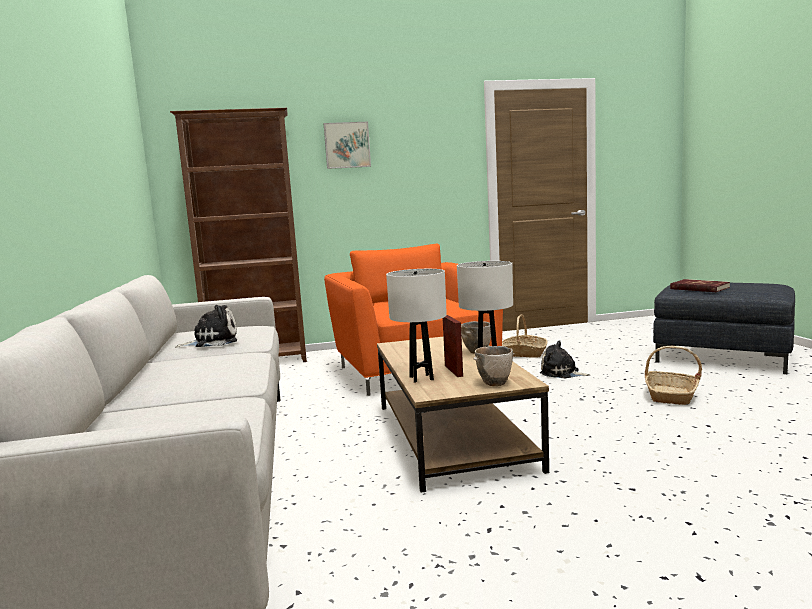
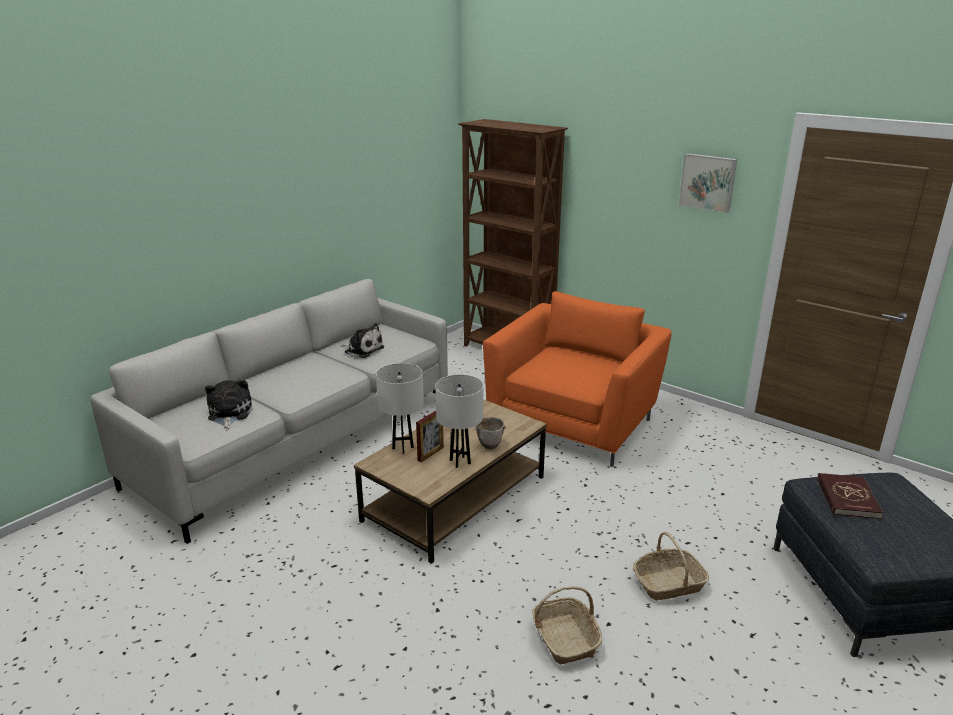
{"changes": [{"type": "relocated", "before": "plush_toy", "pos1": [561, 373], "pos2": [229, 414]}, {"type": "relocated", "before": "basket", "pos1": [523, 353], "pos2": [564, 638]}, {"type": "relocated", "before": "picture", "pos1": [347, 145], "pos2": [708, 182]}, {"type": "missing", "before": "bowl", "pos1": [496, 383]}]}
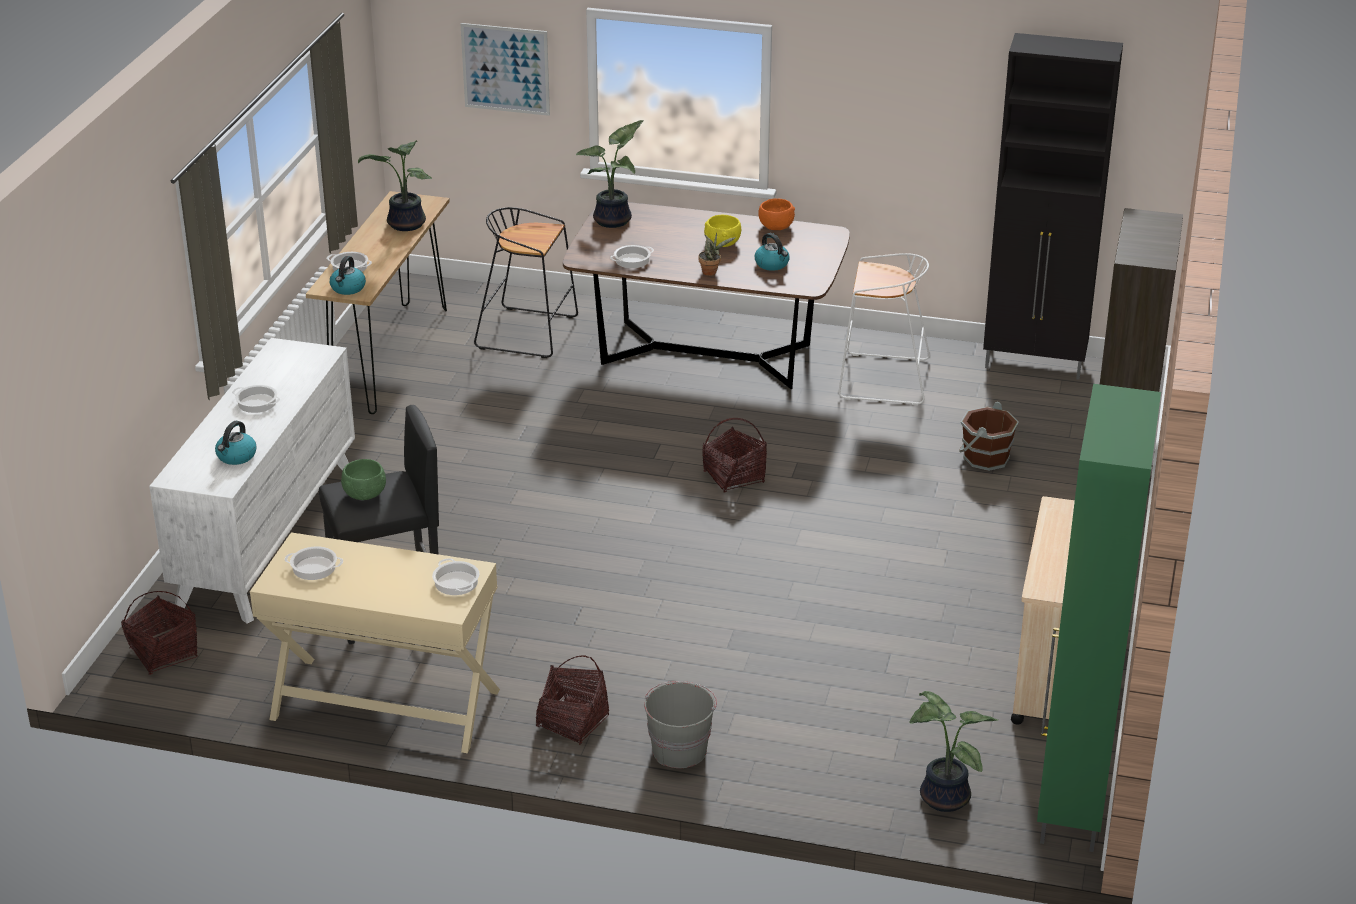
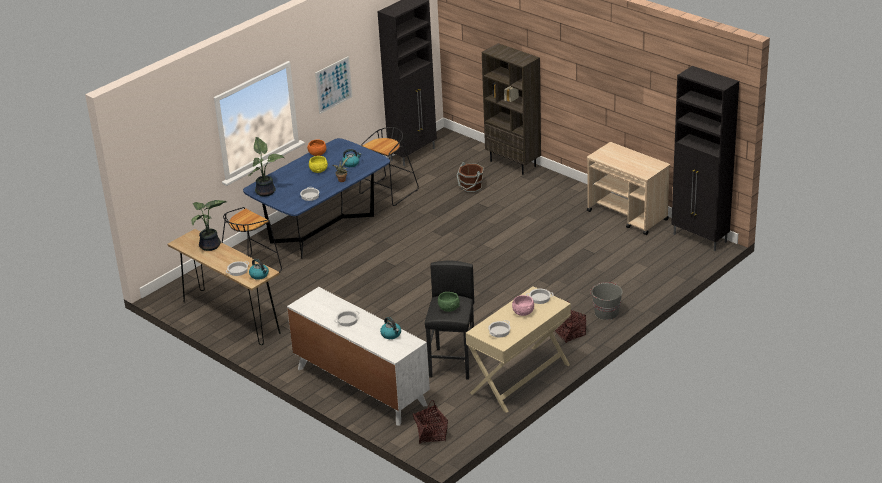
{"changes": [{"type": "colour", "before": "brown_dining_table", "after": "blue_dining_table", "pos1": [706, 355], "pos2": [323, 229]}, {"type": "relocated", "before": "picture", "pos1": [505, 69], "pos2": [333, 85]}, {"type": "colour", "before": "white_stool", "after": "black_stool", "pos1": [881, 380], "pos2": [388, 192]}, {"type": "appeared", "after": "pink_bowl", "pos2": [523, 312]}, {"type": "colour", "before": "green_cabinet", "after": "black_cabinet", "pos1": [1071, 807], "pos2": [700, 238]}, {"type": "missing", "before": "basket", "pos1": [734, 477]}, {"type": "missing", "before": "potted_plant", "pos1": [941, 797]}]}
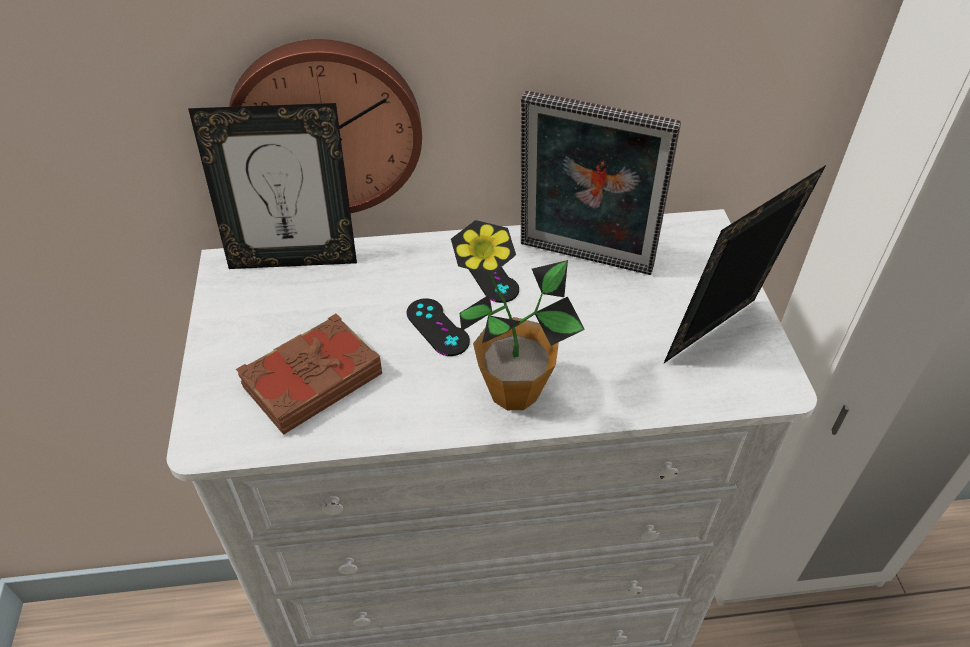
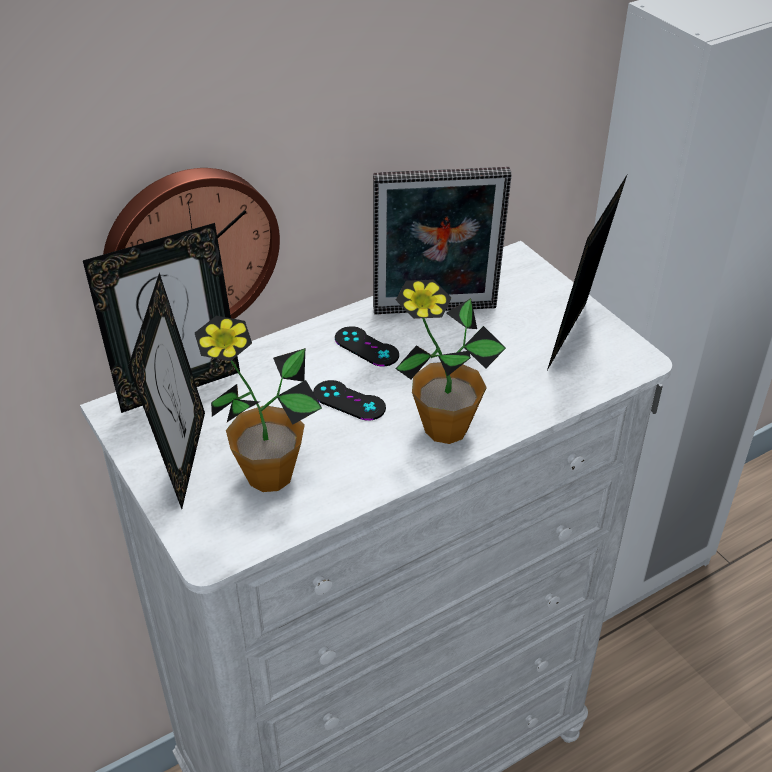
{"changes": [{"type": "appeared", "after": "picture_frame", "pos2": [182, 458]}, {"type": "exchanged", "before": "brown_book", "after": "potted_plant", "pos1": [311, 379], "pos2": [269, 475]}]}
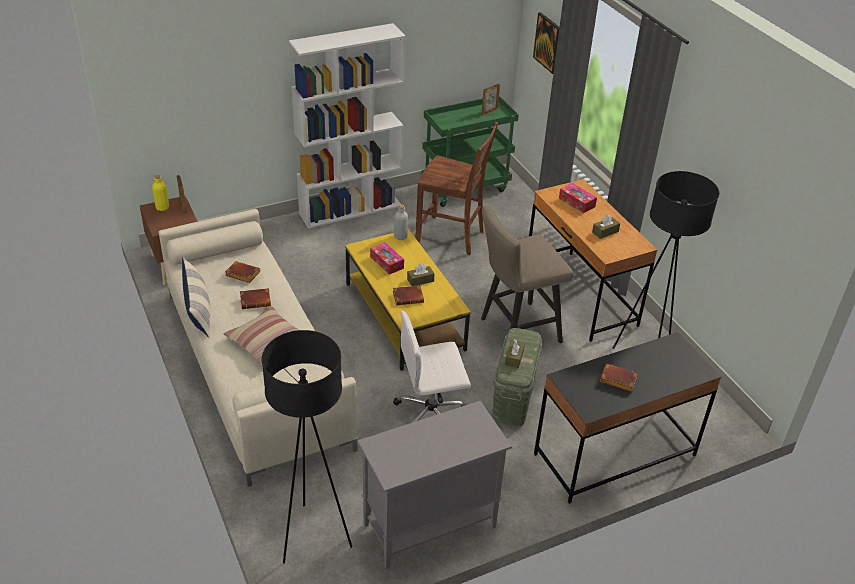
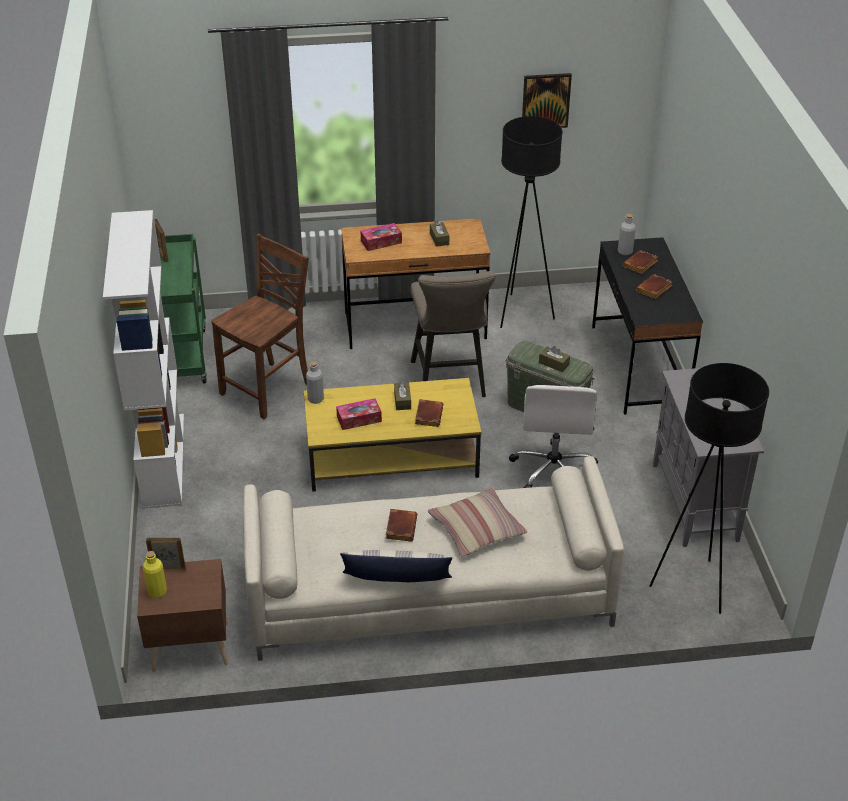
{"changes": [{"type": "relocated", "before": "picture", "pos1": [548, 42], "pos2": [545, 101]}, {"type": "appeared", "after": "grey_bottle", "pos2": [625, 252]}, {"type": "relocated", "before": "brown_book", "pos1": [241, 274], "pos2": [640, 265]}]}
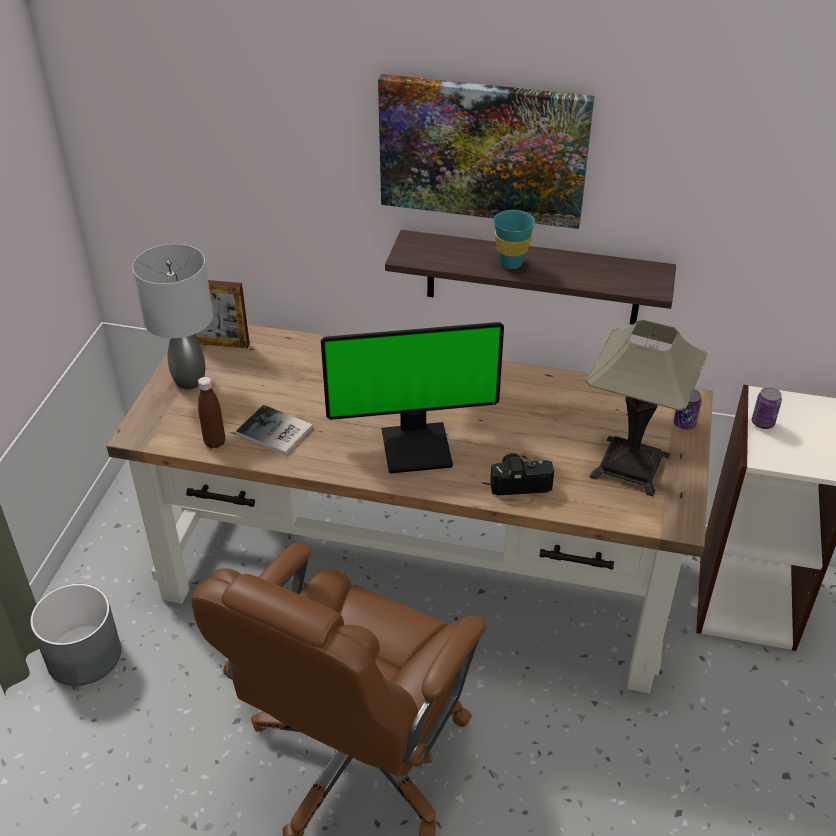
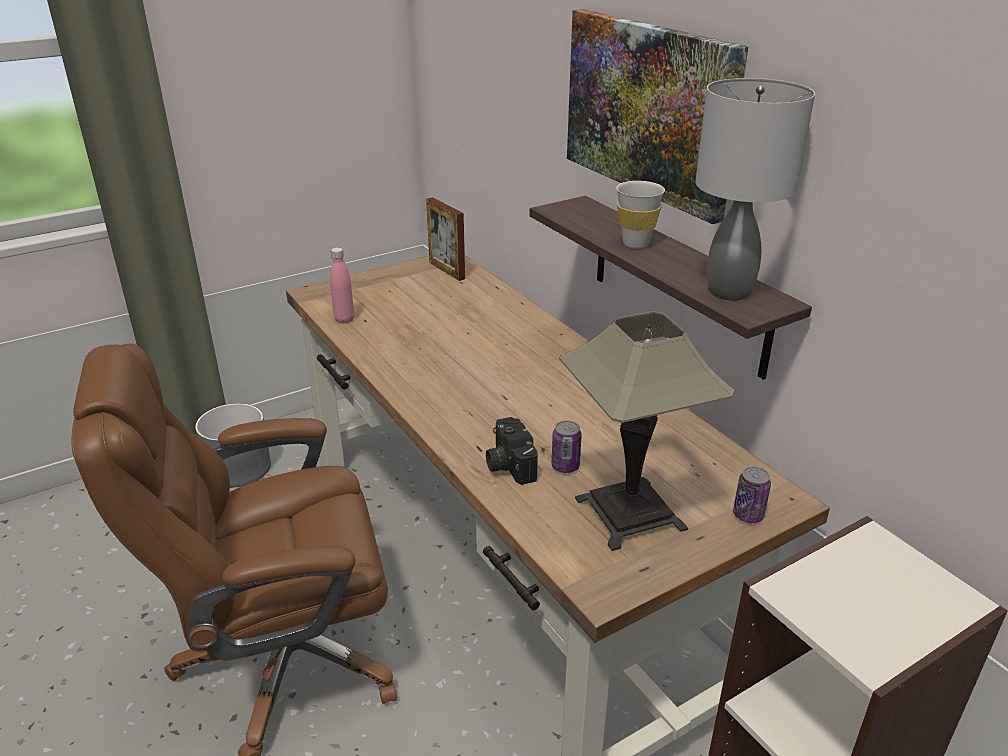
{"changes": [{"type": "colour", "before": "brown_bottle", "after": "pink_bottle", "pos1": [215, 442], "pos2": [344, 319]}, {"type": "spun", "before": "photo_camera", "pos1": [520, 481], "pos2": [507, 463], "turn": -150}, {"type": "relocated", "before": "can", "pos1": [762, 423], "pos2": [565, 466]}, {"type": "colour", "before": "turquoise_cup", "after": "white_cup", "pos1": [511, 263], "pos2": [635, 244]}, {"type": "relocated", "before": "grey_table_lamp", "pos1": [188, 380], "pos2": [728, 291]}, {"type": "missing", "before": "book", "pos1": [275, 432]}, {"type": "missing", "before": "monitor", "pos1": [417, 446]}]}
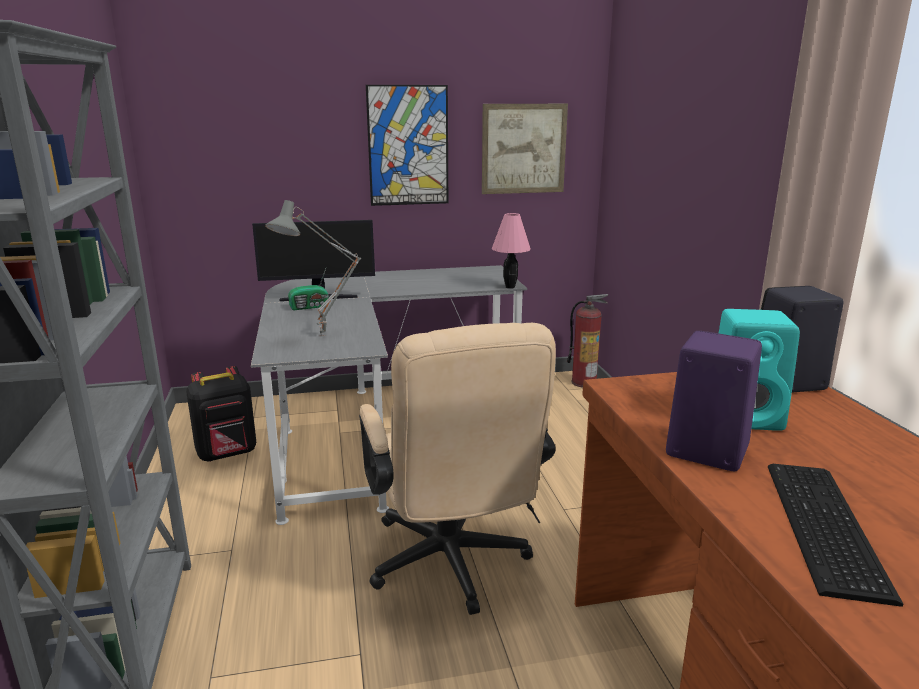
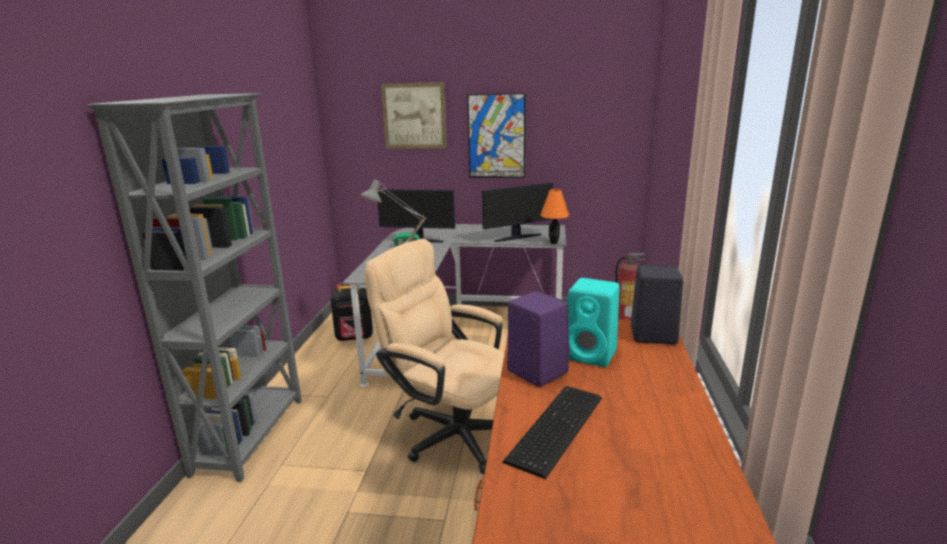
{"changes": [{"type": "spun", "before": "beige_office_chair", "pos1": [451, 567], "pos2": [449, 432], "turn": 120}, {"type": "relocated", "before": "picture", "pos1": [523, 149], "pos2": [414, 116]}, {"type": "appeared", "after": "monitor", "pos2": [517, 237]}, {"type": "colour", "before": "pink_table_lamp", "after": "orange_table_lamp", "pos1": [510, 287], "pos2": [554, 243]}]}
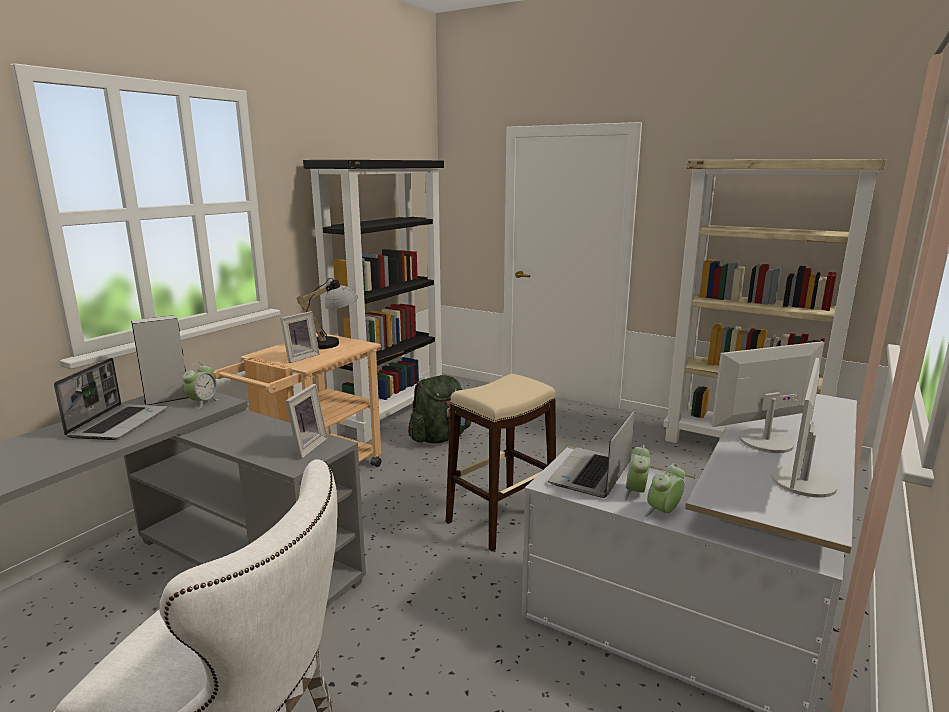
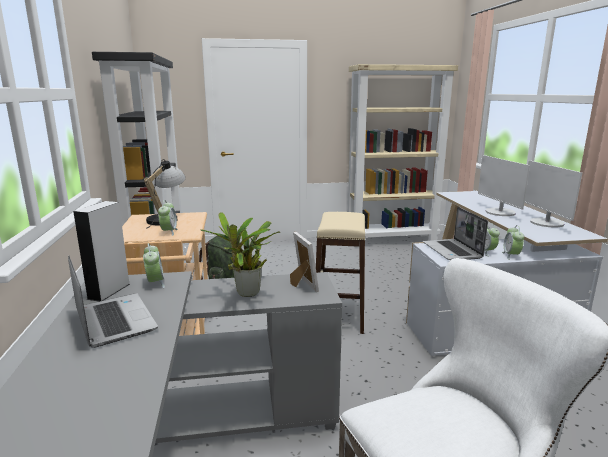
{"changes": [{"type": "exchanged", "before": "picture_frame", "after": "alarm_clock", "pos1": [300, 357], "pos2": [169, 232]}, {"type": "appeared", "after": "potted_plant", "pos2": [246, 294]}, {"type": "spun", "before": "monitor", "pos1": [764, 441], "pos2": [500, 212], "turn": -45}]}
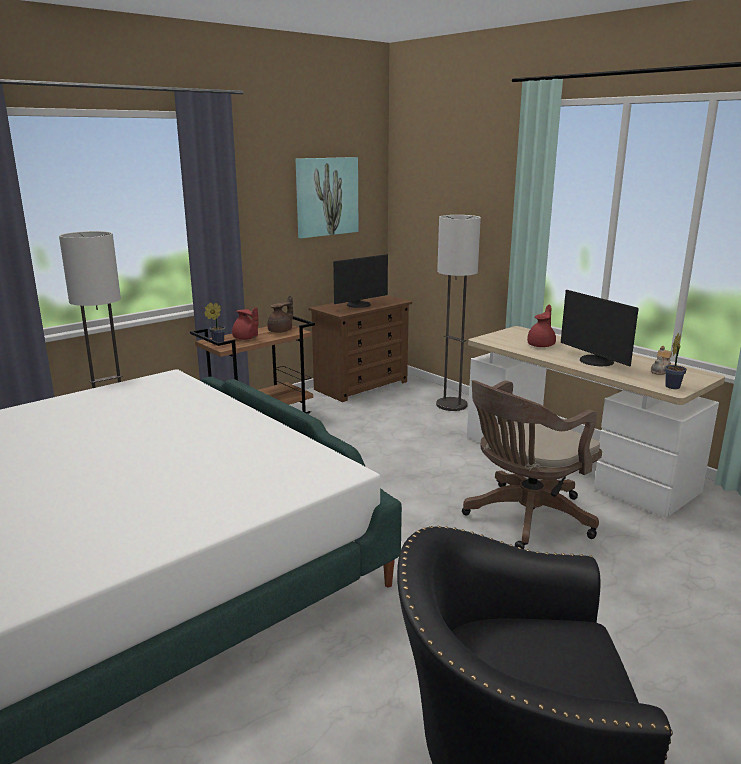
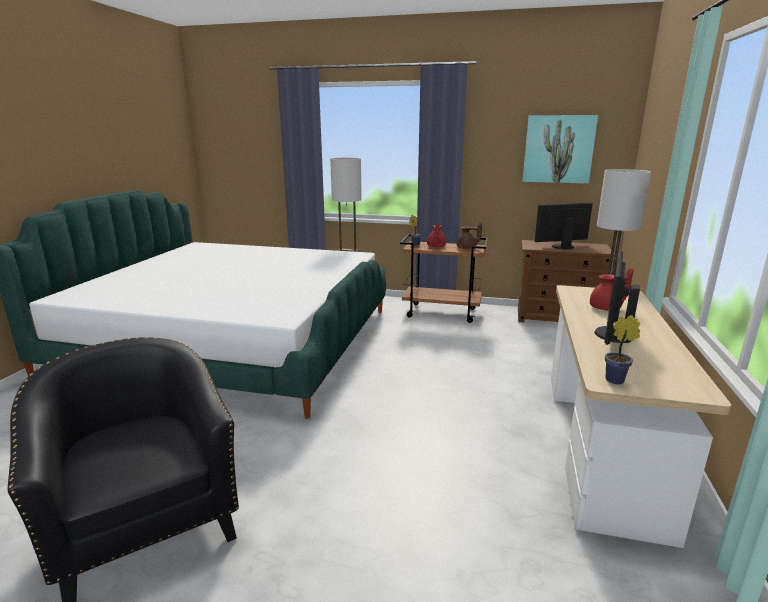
{"changes": [{"type": "spun", "before": "monitor", "pos1": [359, 305], "pos2": [562, 246], "turn": 150}, {"type": "missing", "before": "brown_office_chair", "pos1": [524, 519]}, {"type": "missing", "before": "teapot", "pos1": [660, 371]}]}
